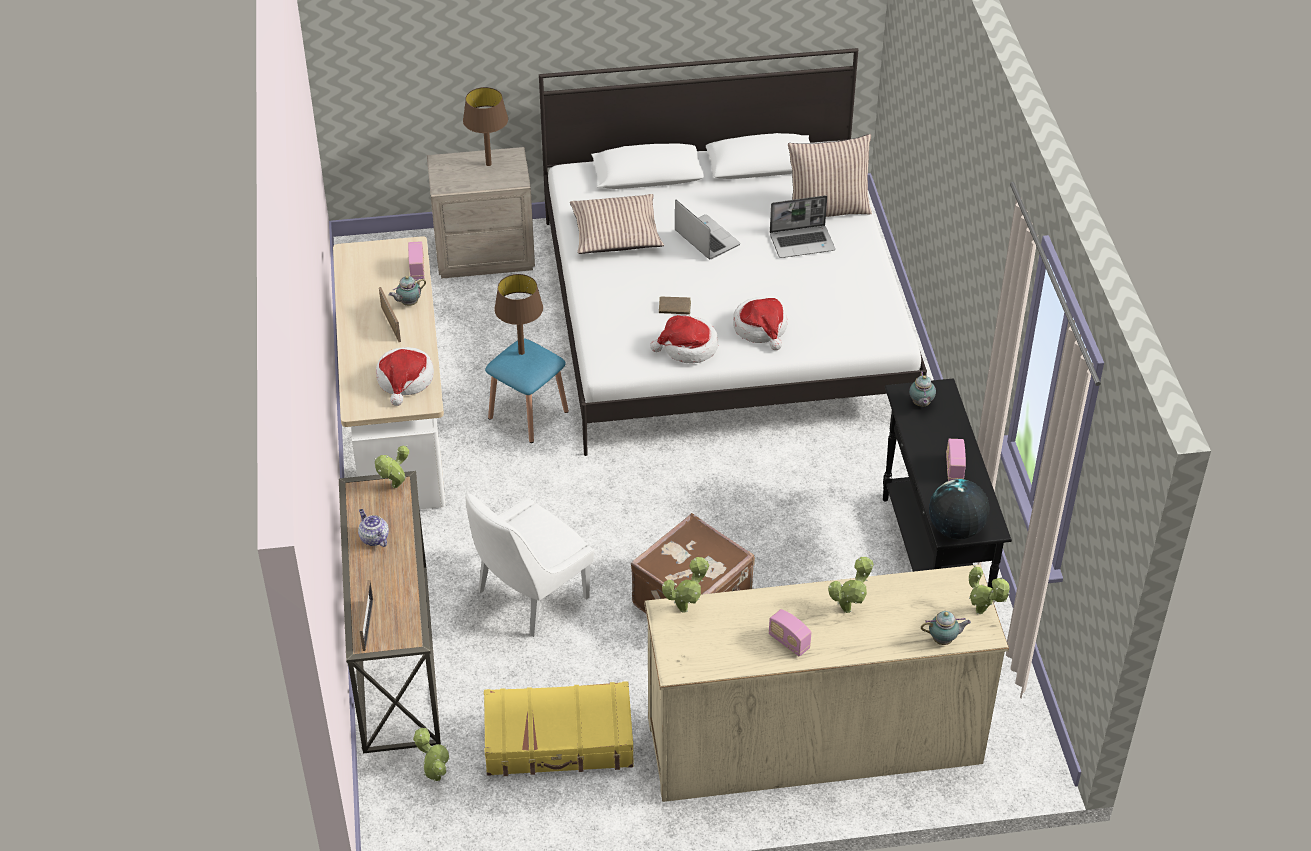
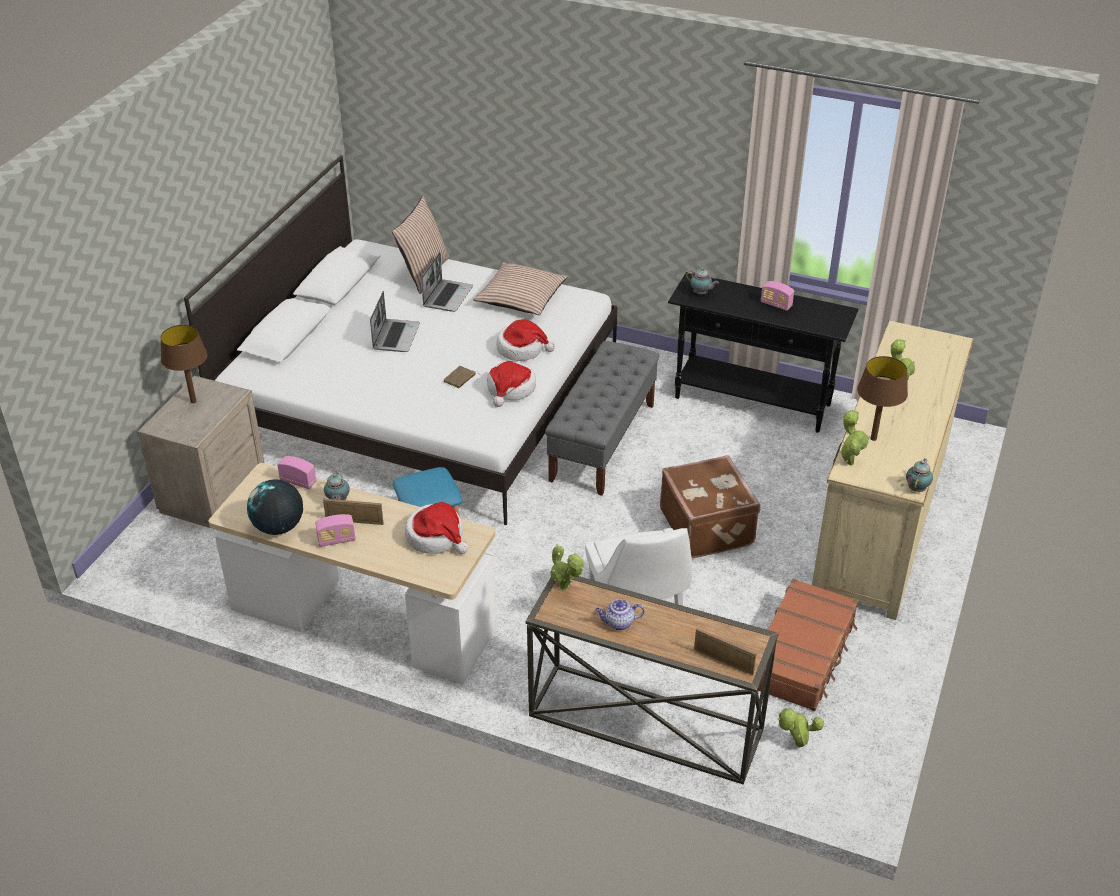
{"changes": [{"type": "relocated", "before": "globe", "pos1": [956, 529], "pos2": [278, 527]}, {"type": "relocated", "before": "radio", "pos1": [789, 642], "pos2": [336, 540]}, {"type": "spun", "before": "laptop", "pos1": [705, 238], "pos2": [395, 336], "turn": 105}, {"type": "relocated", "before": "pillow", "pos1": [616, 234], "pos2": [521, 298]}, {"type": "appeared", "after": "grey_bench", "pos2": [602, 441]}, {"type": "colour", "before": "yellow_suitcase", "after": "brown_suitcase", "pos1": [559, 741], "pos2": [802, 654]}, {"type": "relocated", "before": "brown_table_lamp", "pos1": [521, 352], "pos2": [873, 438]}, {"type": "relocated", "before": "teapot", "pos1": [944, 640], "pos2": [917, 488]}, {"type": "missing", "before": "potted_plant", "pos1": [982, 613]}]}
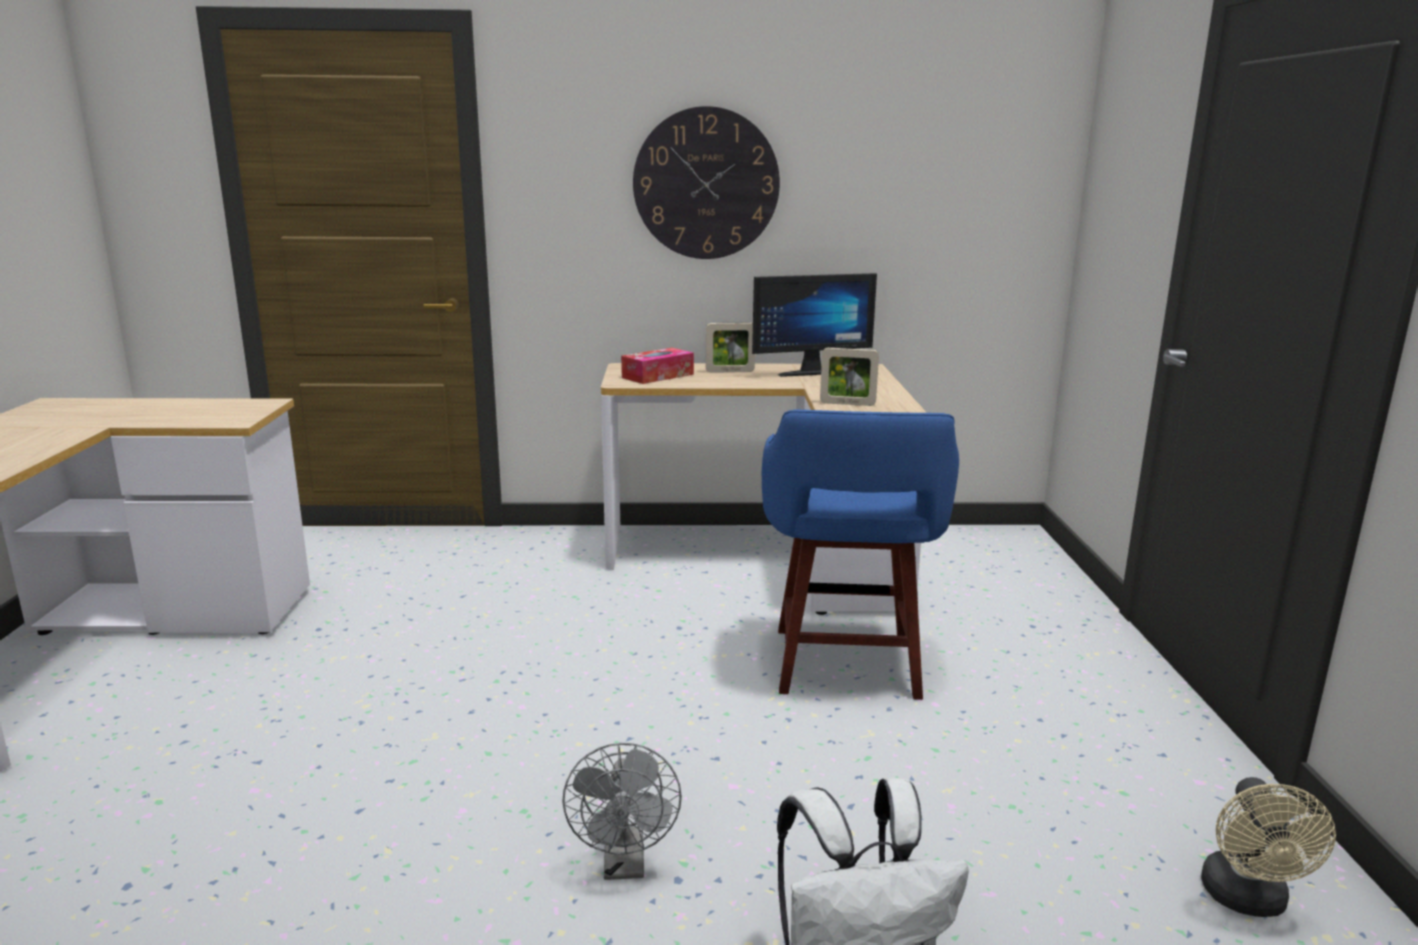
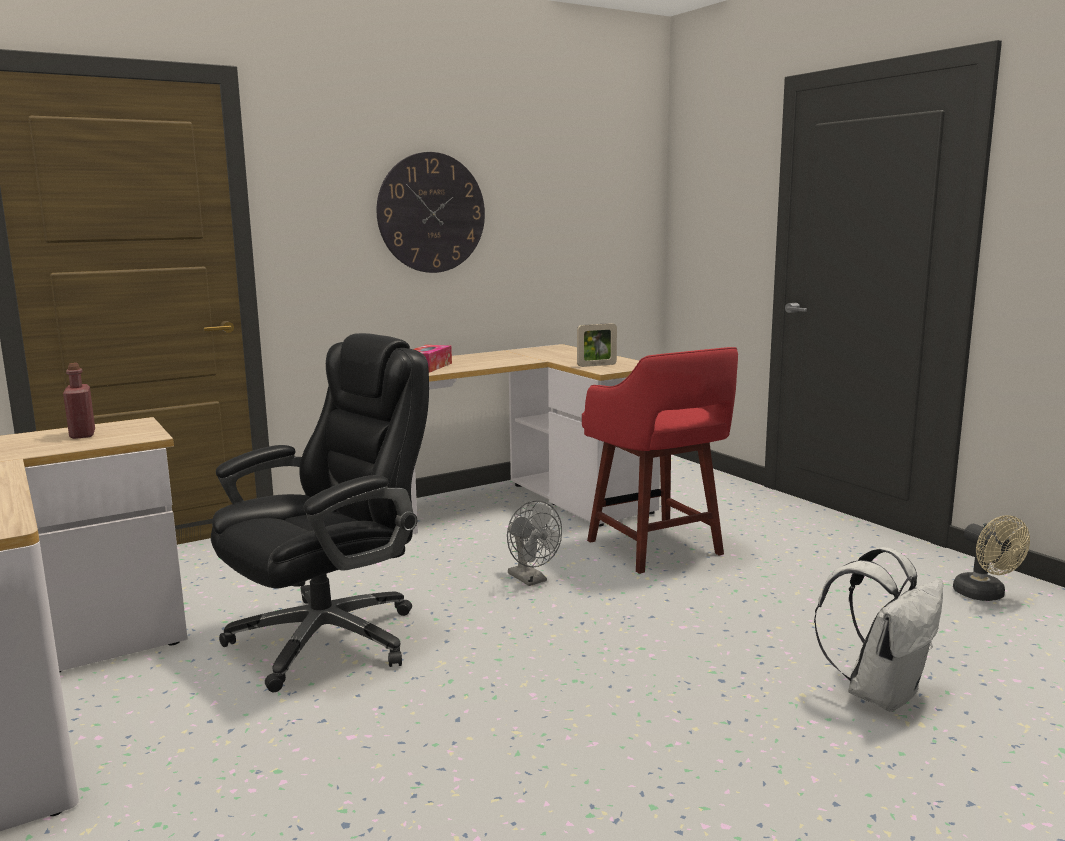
{"changes": [{"type": "appeared", "after": "red_bottle", "pos2": [82, 434]}, {"type": "appeared", "after": "black_office_chair", "pos2": [330, 638]}, {"type": "relocated", "before": "grey_fan", "pos1": [625, 865], "pos2": [531, 580]}, {"type": "colour", "before": "blue_stool", "after": "red_stool", "pos1": [846, 666], "pos2": [657, 549]}, {"type": "missing", "before": "picture_frame", "pos1": [730, 371]}, {"type": "missing", "before": "monitor", "pos1": [807, 372]}]}
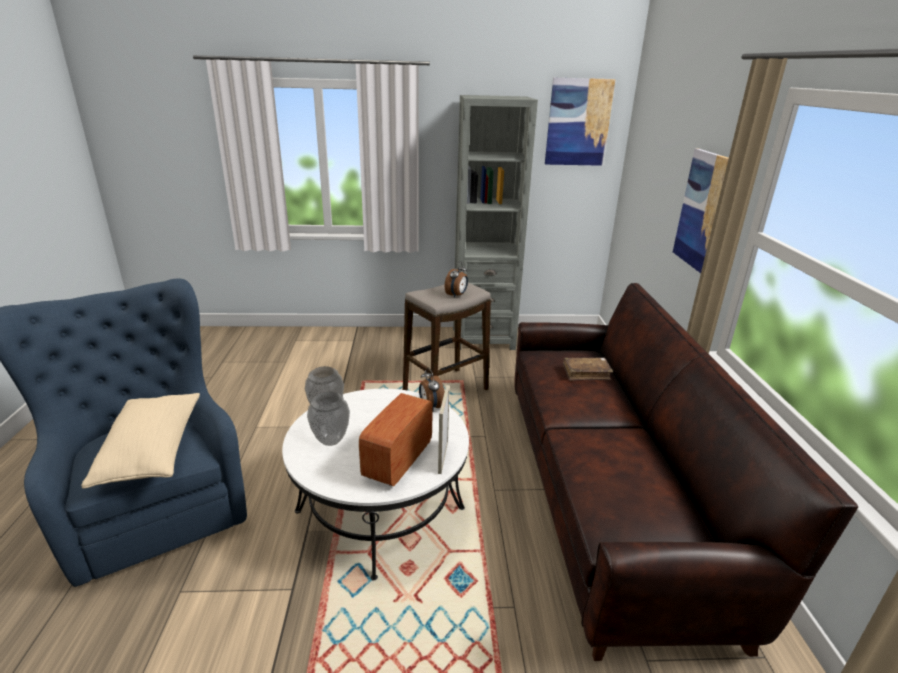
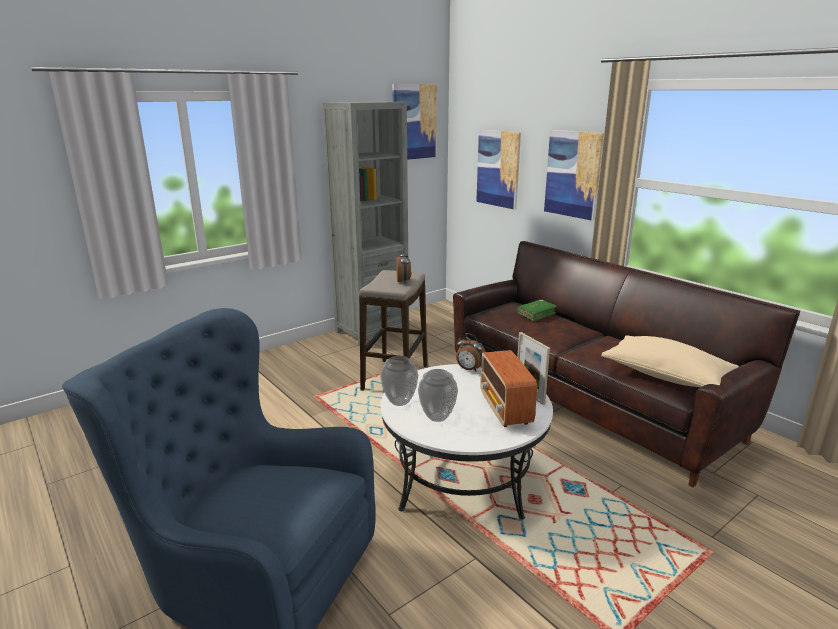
{"changes": [{"type": "appeared", "after": "picture", "pos2": [498, 168]}, {"type": "colour", "before": "brown_book", "after": "green_book", "pos1": [586, 373], "pos2": [536, 314]}, {"type": "relocated", "before": "beige_pillow", "pos1": [152, 451], "pos2": [665, 376]}]}
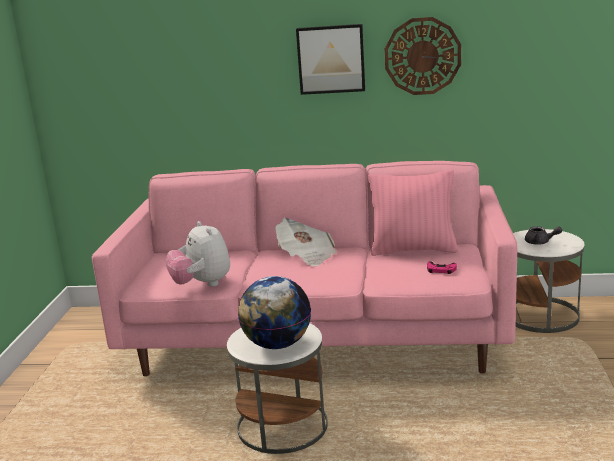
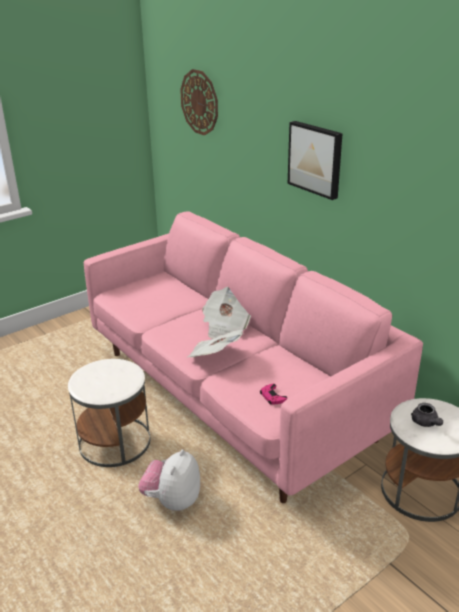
{"changes": [{"type": "relocated", "before": "plush_toy", "pos1": [202, 284], "pos2": [172, 500]}, {"type": "relocated", "before": "wall_clock", "pos1": [422, 56], "pos2": [199, 102]}, {"type": "appeared", "after": "newspaper", "pos2": [215, 356]}, {"type": "missing", "before": "globe", "pos1": [277, 344]}, {"type": "missing", "before": "pink_pillow", "pos1": [413, 250]}]}
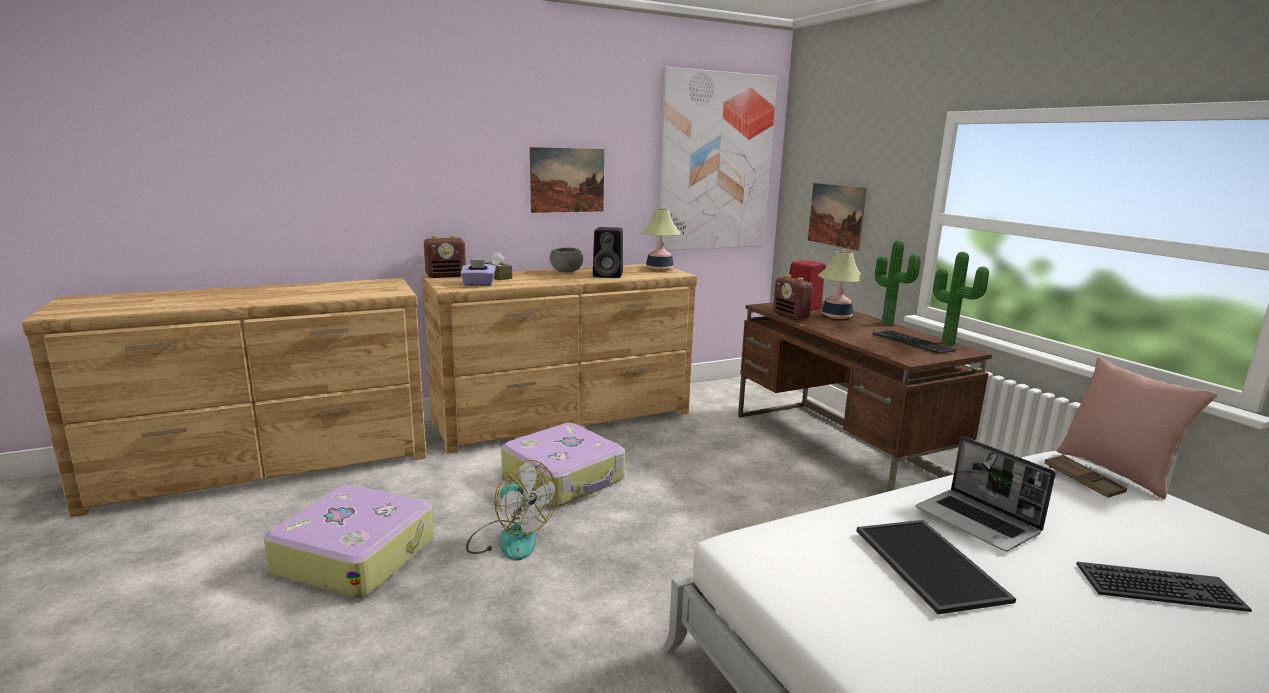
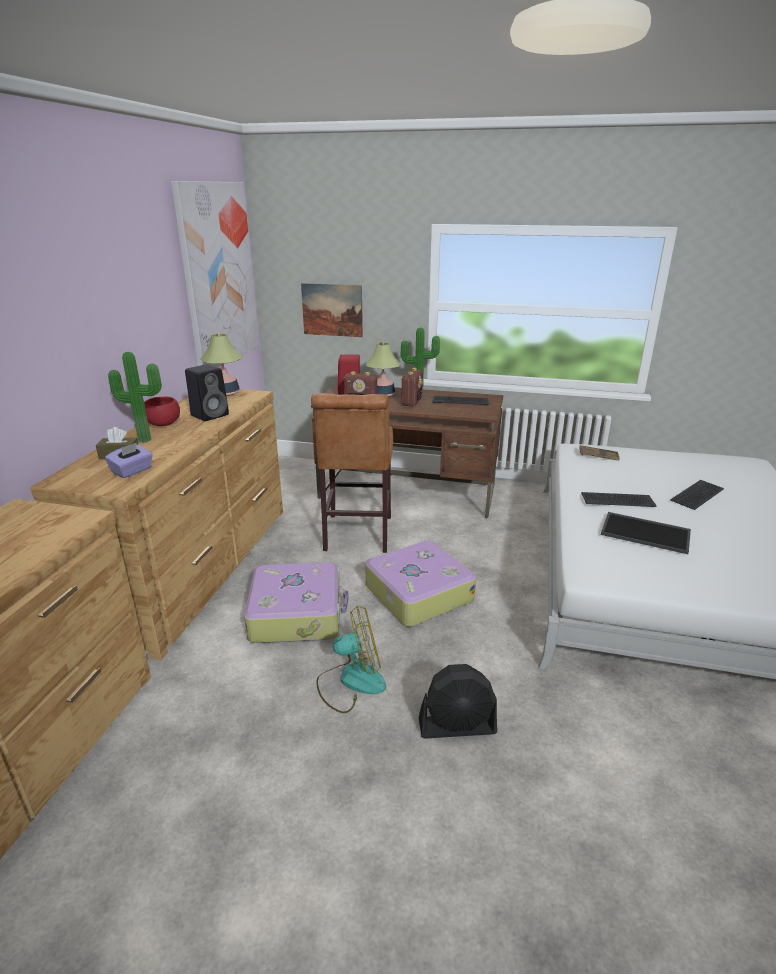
{"changes": [{"type": "relocated", "before": "potted_plant", "pos1": [949, 343], "pos2": [146, 439]}, {"type": "colour", "before": "grey_bowl", "after": "red_bowl", "pos1": [566, 272], "pos2": [163, 424]}, {"type": "appeared", "after": "brown_stool", "pos2": [357, 536]}, {"type": "relocated", "before": "suitcase", "pos1": [356, 555], "pos2": [417, 593]}, {"type": "relocated", "before": "radio", "pos1": [446, 276], "pos2": [411, 402]}, {"type": "appeared", "after": "black_fan", "pos2": [457, 726]}, {"type": "exchanged", "before": "laptop", "after": "keyboard", "pos1": [978, 522], "pos2": [617, 500]}, {"type": "missing", "before": "picture", "pos1": [567, 180]}, {"type": "missing", "before": "pink_pillow", "pos1": [1117, 471]}]}
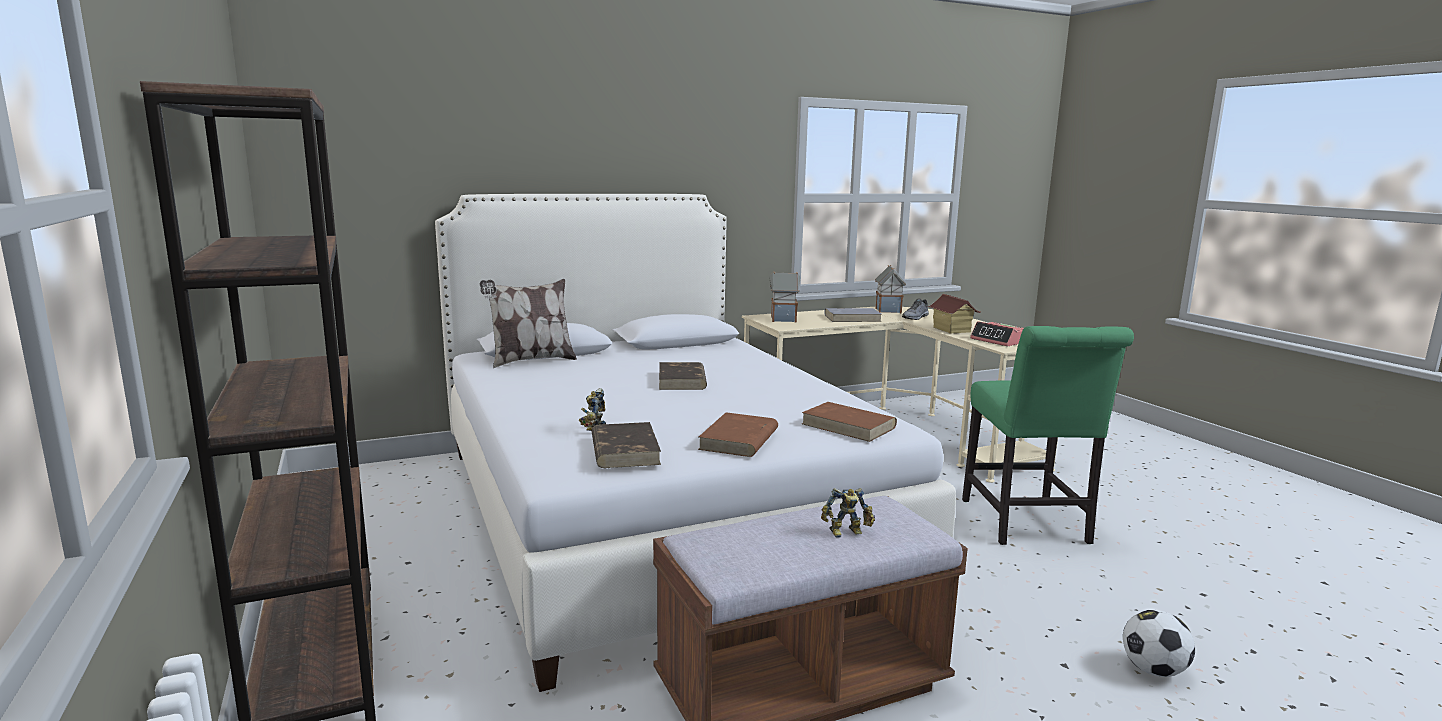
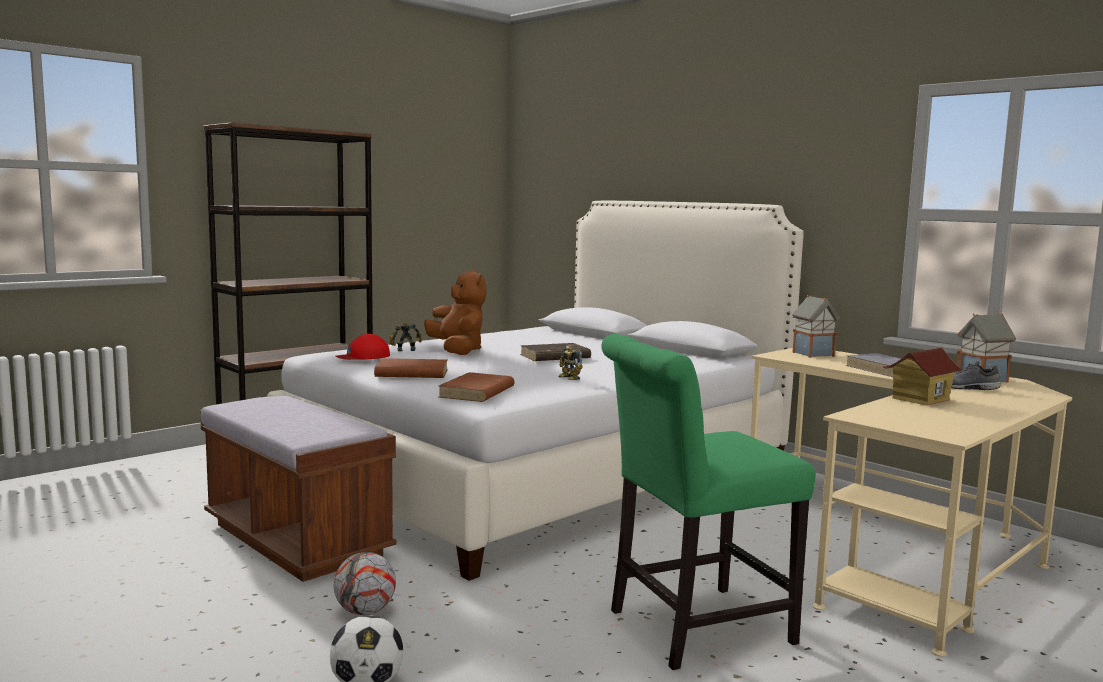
{"changes": [{"type": "appeared", "after": "football", "pos2": [365, 611]}, {"type": "exchanged", "before": "brown_book", "after": "red_cap", "pos1": [624, 450], "pos2": [363, 356]}, {"type": "appeared", "after": "brown_plush_toy", "pos2": [457, 351]}, {"type": "relocated", "before": "toy_robot", "pos1": [847, 533], "pos2": [568, 378]}, {"type": "missing", "before": "pillow", "pos1": [531, 360]}, {"type": "missing", "before": "alarm_clock", "pos1": [998, 341]}]}
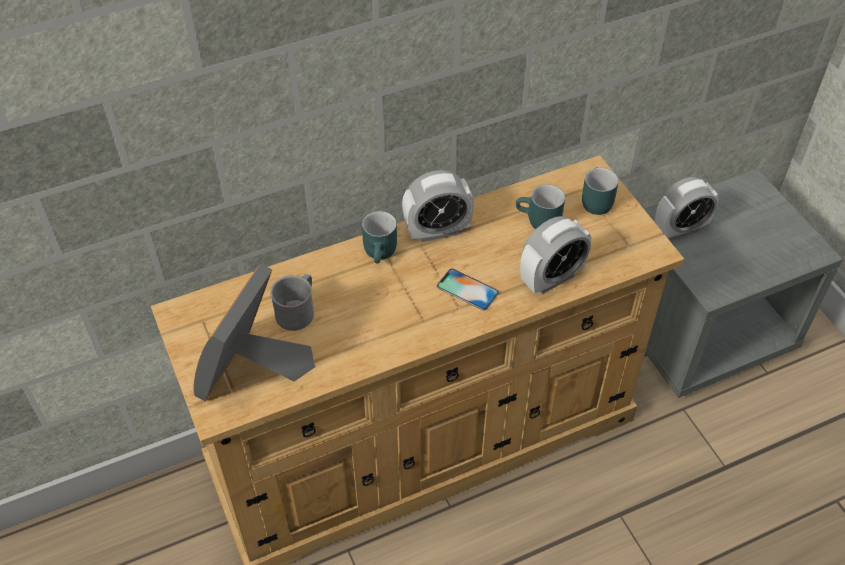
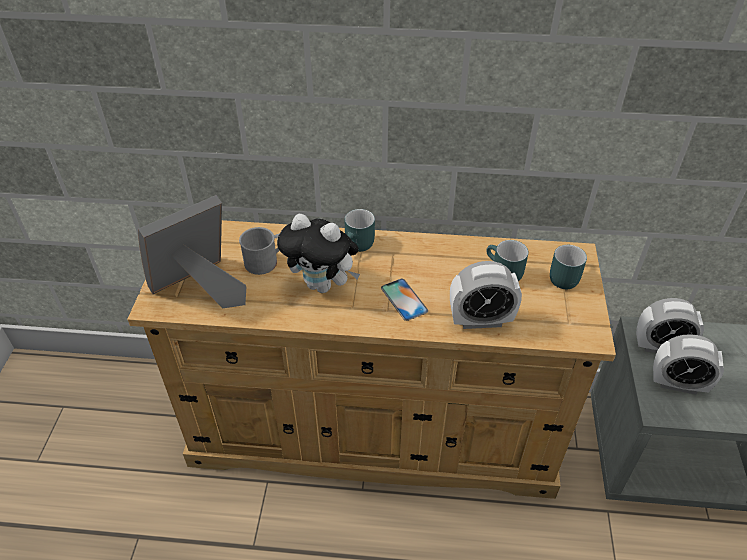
{"changes": [{"type": "appeared", "after": "plush_toy", "pos2": [323, 285]}, {"type": "relocated", "before": "alarm_clock", "pos1": [437, 231], "pos2": [677, 384]}]}
